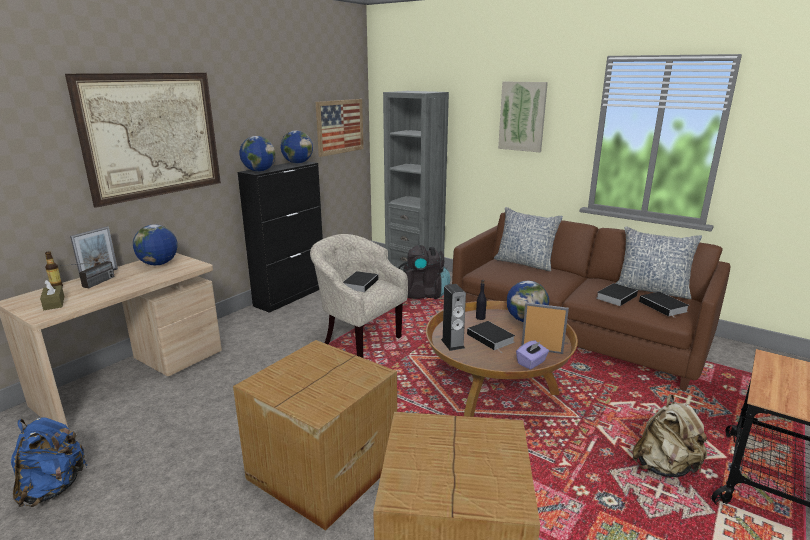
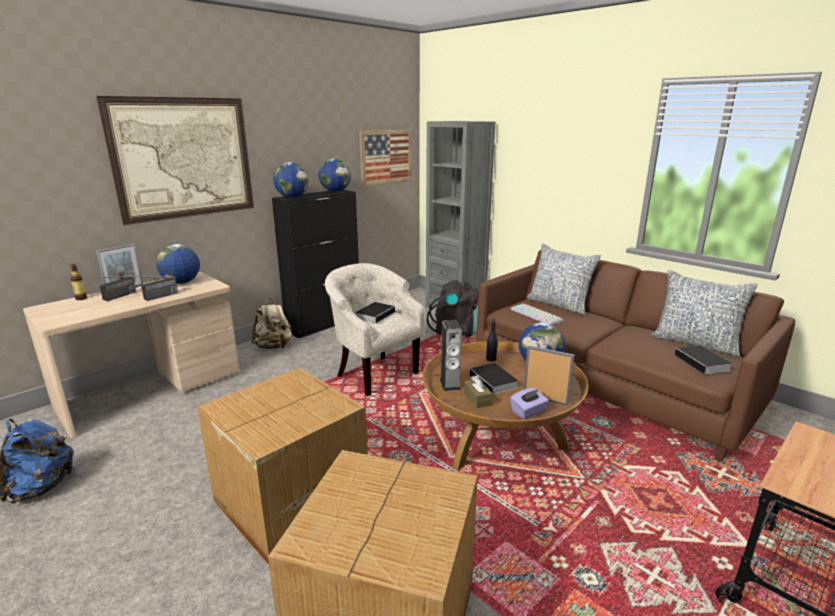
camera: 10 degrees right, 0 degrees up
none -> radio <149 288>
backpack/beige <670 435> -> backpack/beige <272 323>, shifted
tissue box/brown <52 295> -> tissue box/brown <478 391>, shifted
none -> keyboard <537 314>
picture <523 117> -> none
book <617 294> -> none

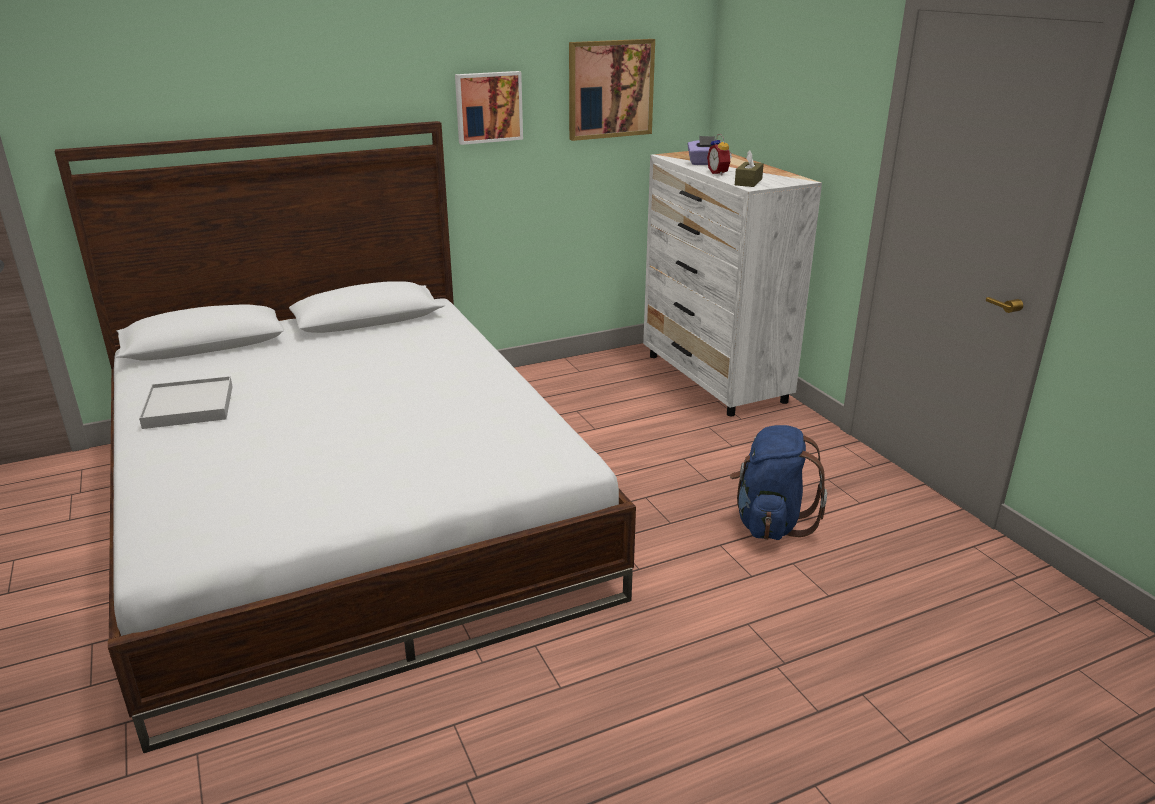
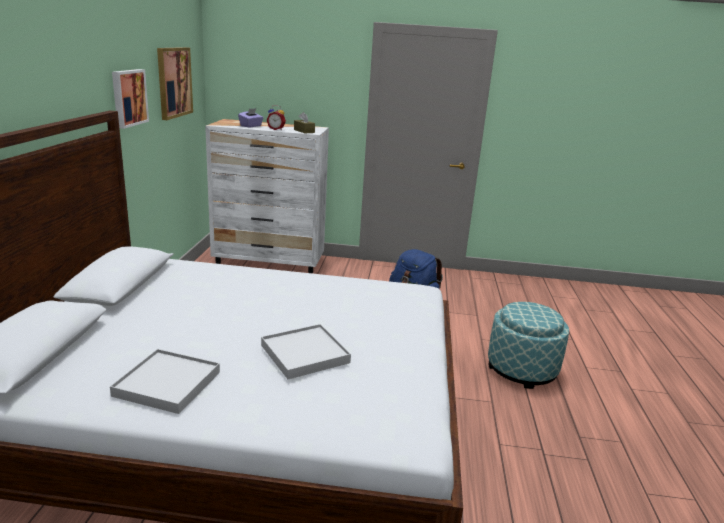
camera: 60 degrees left, 5 degrees down
none -> tray/white <306 351>
none -> ottoman <528 345>

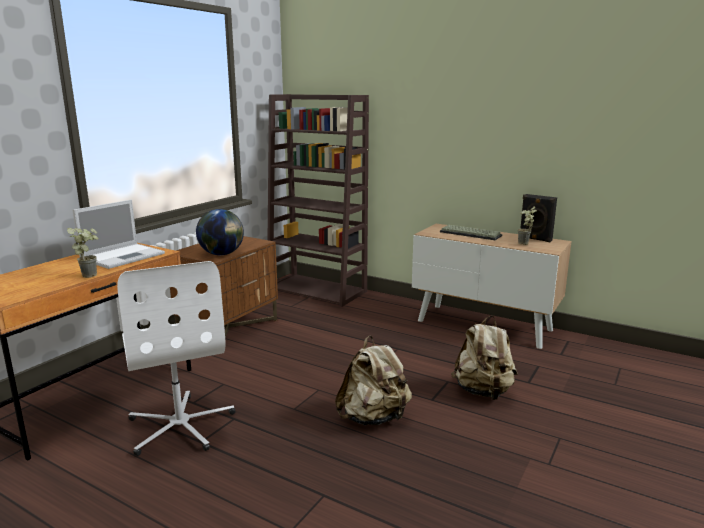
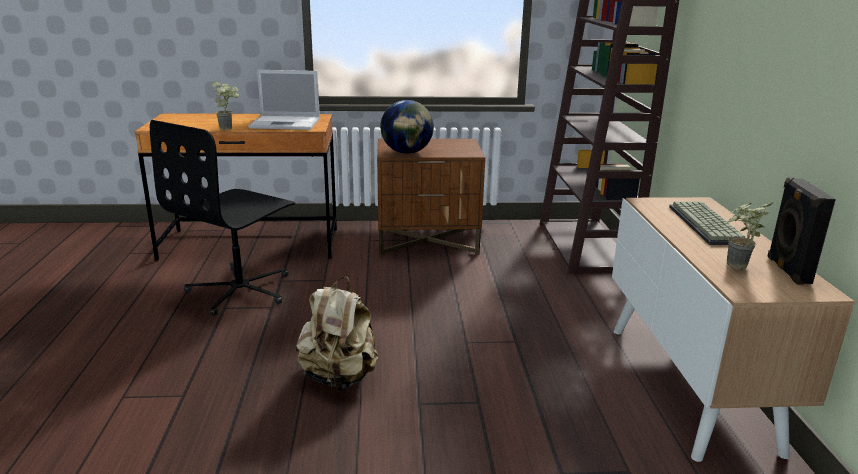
camera: 55 degrees right, 5 degrees up
office chair/white <176 358> -> office chair/black <222 218>
backpack/beige <484 358> -> none

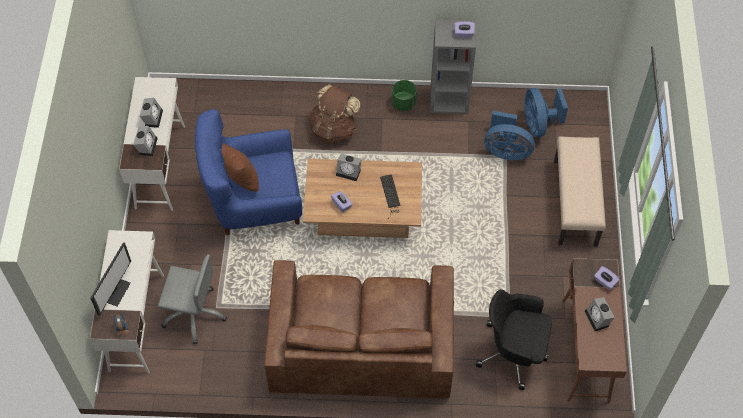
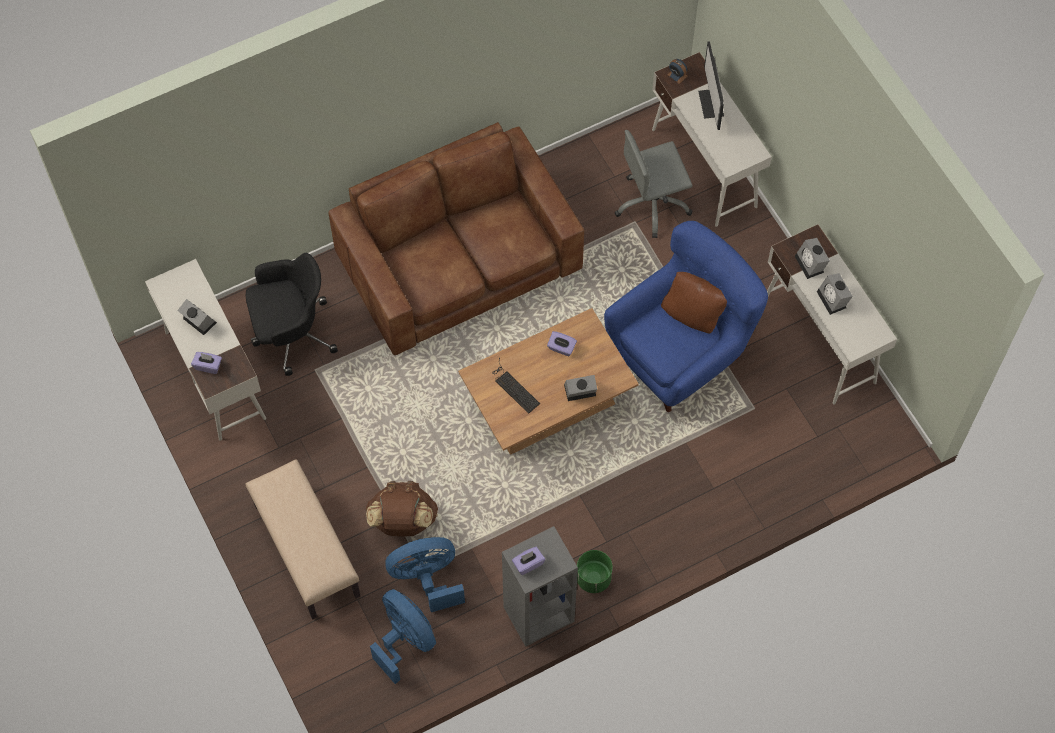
camera: 150 degrees right, 5 degrees up
desk/brown <594 330> -> desk/white <205 350>
backpack/brown <334 114> -> backpack/brown <402 509>, shifted

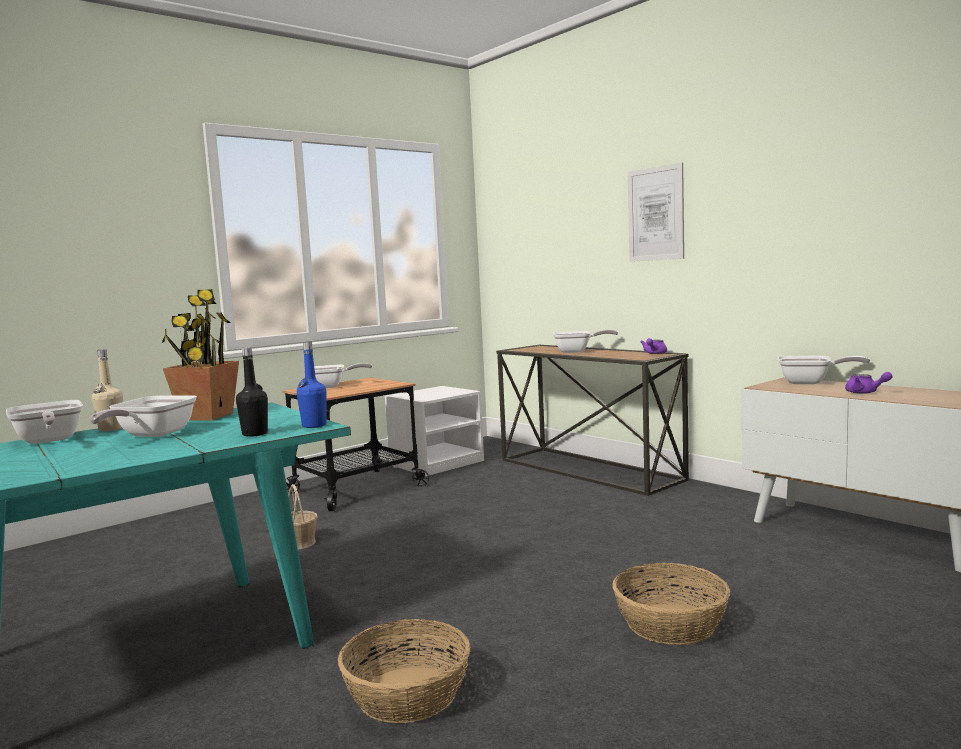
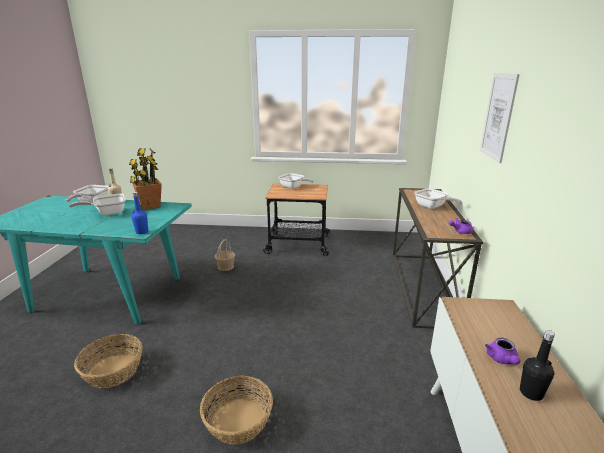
camera: 45 degrees right, 15 degrees up
bottle/black <252 392> -> bottle/black <537 365>, shifted
nightstand/white <434 431> -> none
frying pan <824 370> -> none

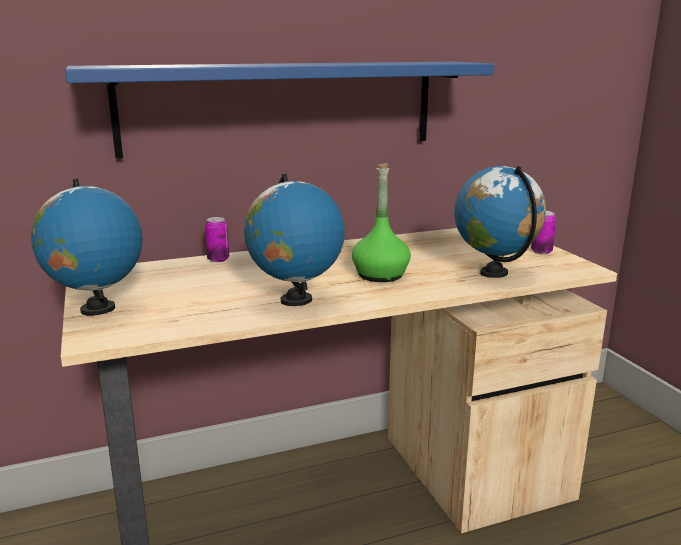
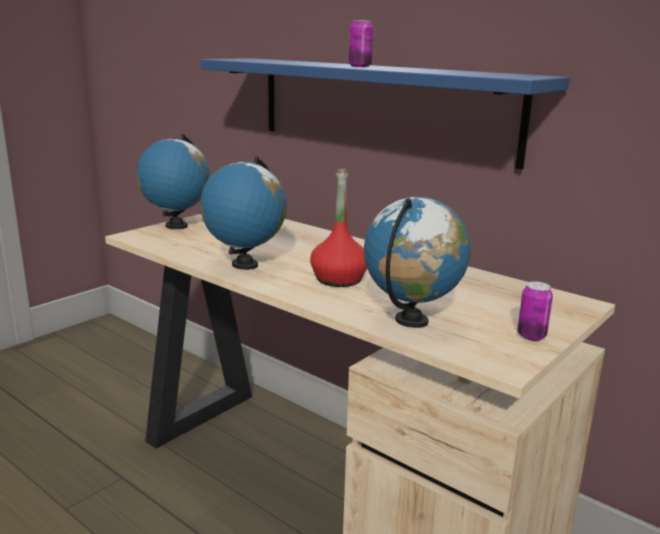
camera: 60 degrees right, 0 degrees up
bottle/green <381 222> -> bottle/red <338 228>
can <217 239> -> can <361 43>, shifted

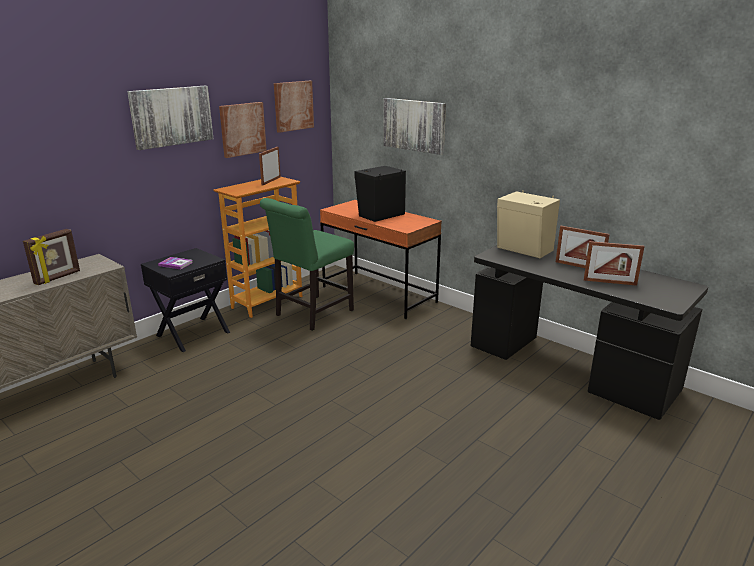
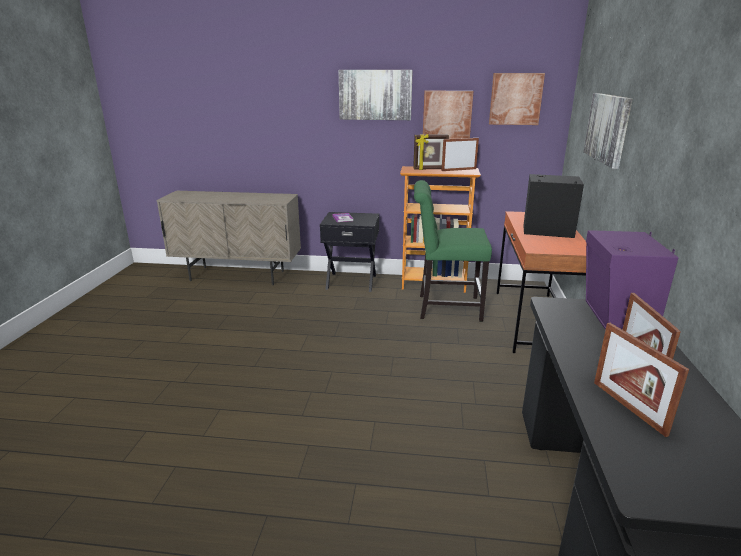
camera: 55 degrees right, 0 degrees up
picture frame <51 257> -> picture frame <431 152>, shifted
speaker/beige <528 224> -> speaker/purple <632 280>

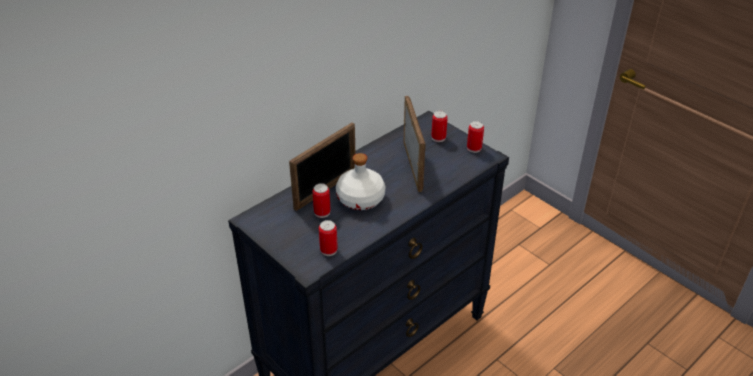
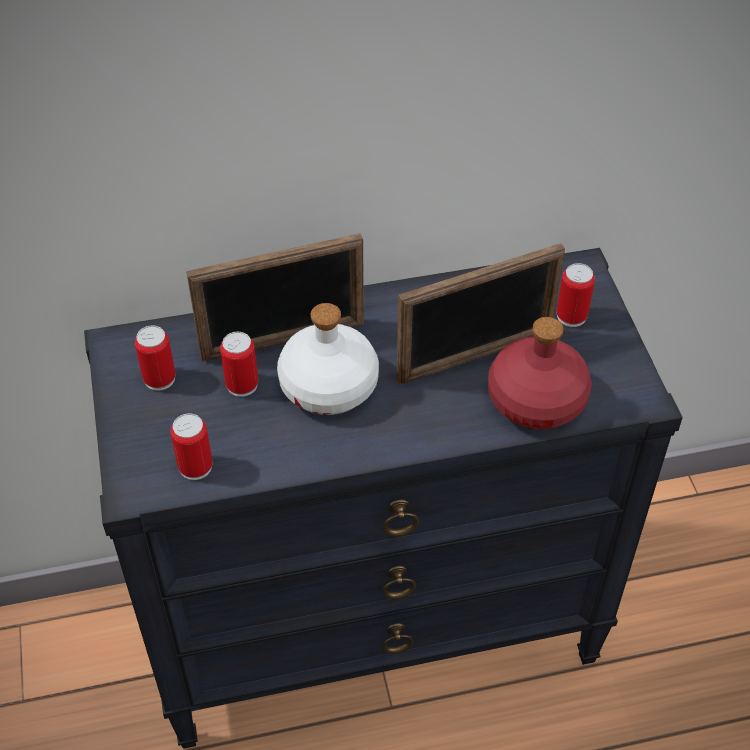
camera: 30 degrees right, 10 degrees up
can <475 137> -> can <155 358>, shifted
picture frame <414 144> -> picture frame <481 314>, 45 degrees clockwise
none -> bottle/red <539 373>

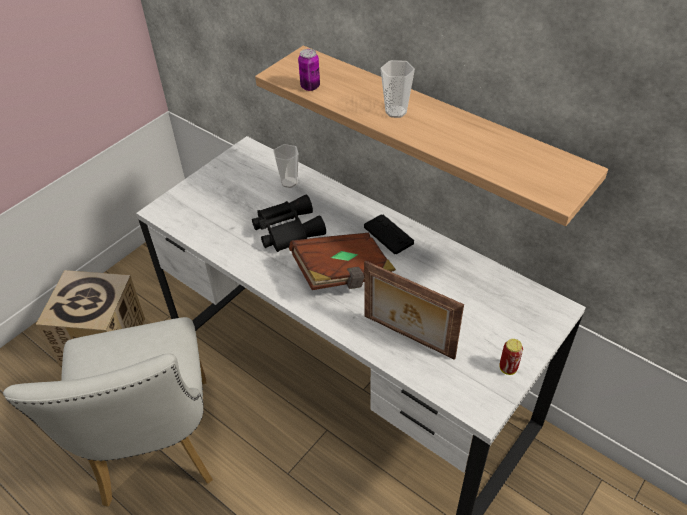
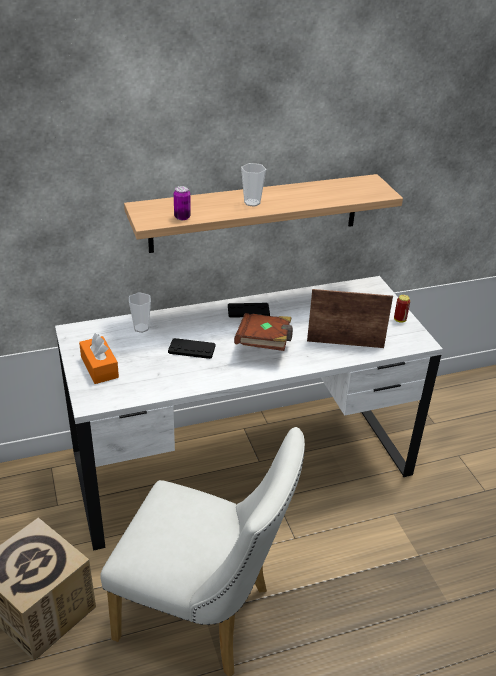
camera: 60 degrees left, 10 degrees down
none -> tissue box/orange <99 358>
binoculars/black <289 223> -> game controller/black <191 348>
picture frame <414 310> -> picture frame <350 318>, 150 degrees counterclockwise

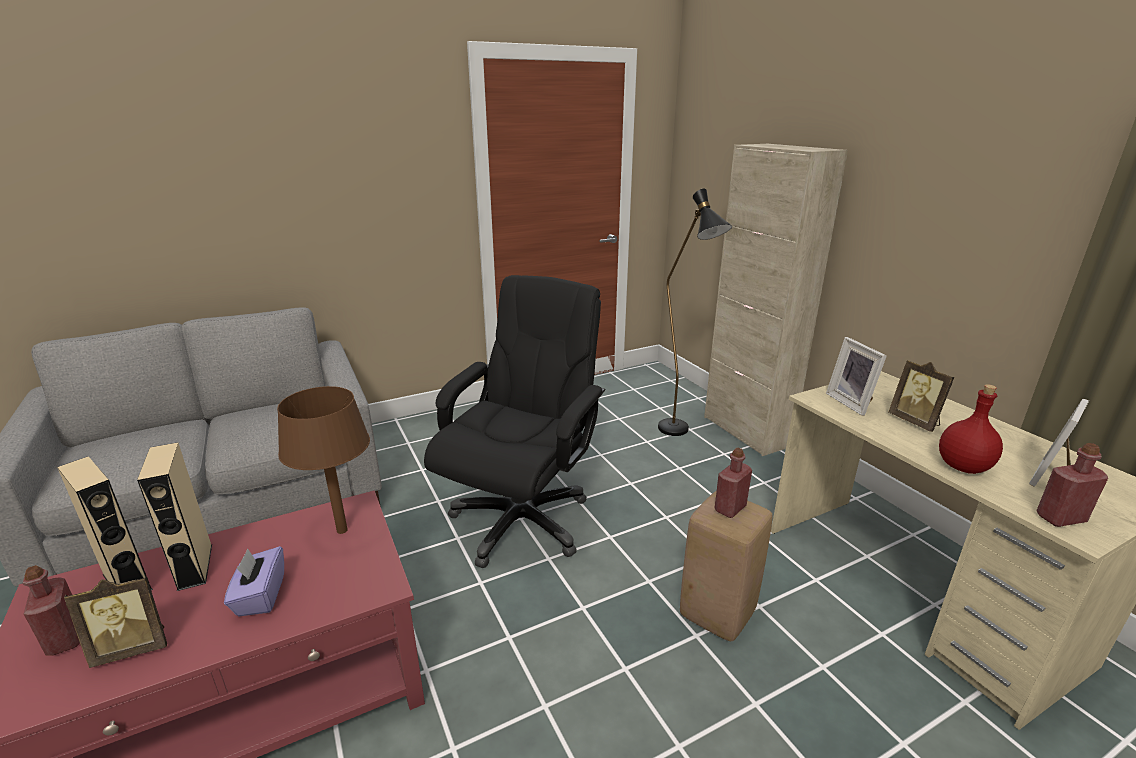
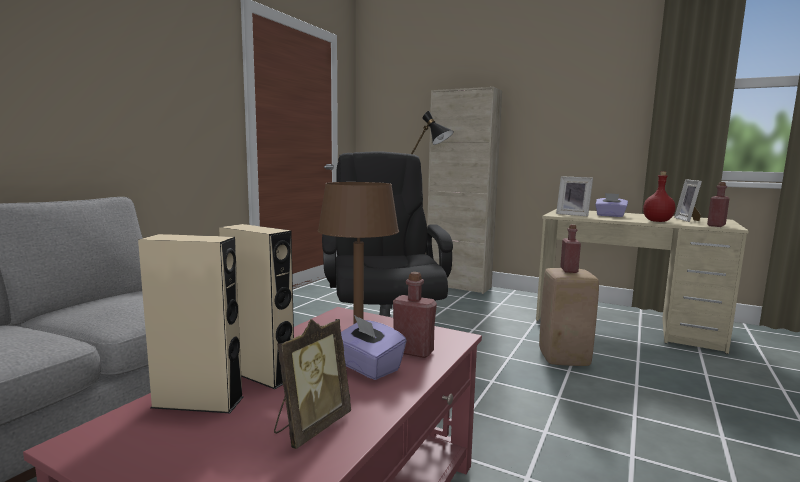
camera: 35 degrees left, 15 degrees down
bottle/red <51 610> -> bottle/red <415 315>, shifted
picture frame <921 396> -> tissue box/purple <611 205>

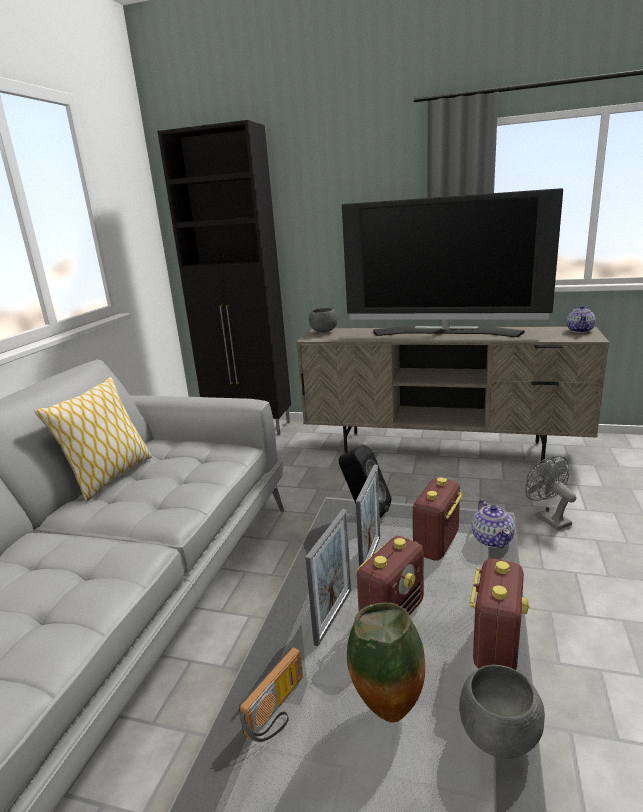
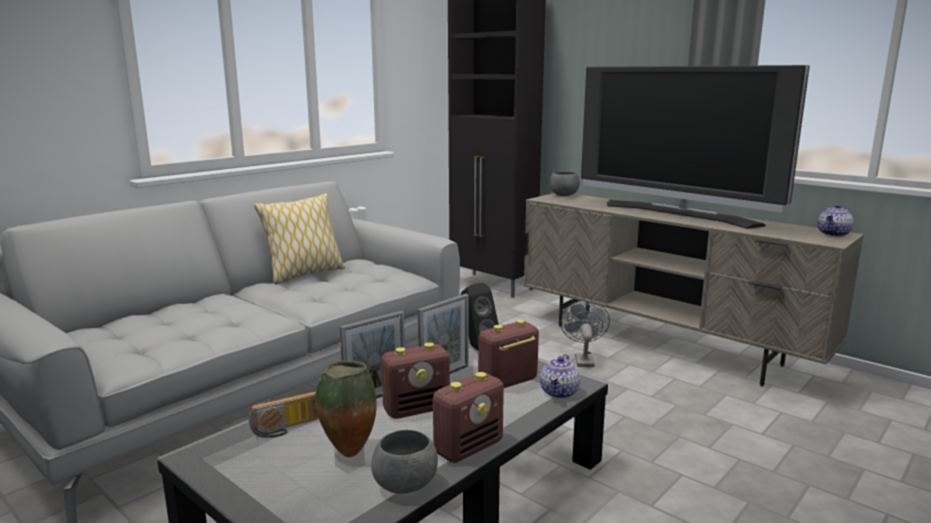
camera: 25 degrees right, 5 degrees down
fan/grey <551 493> -> fan/grey <585 333>, shifted

